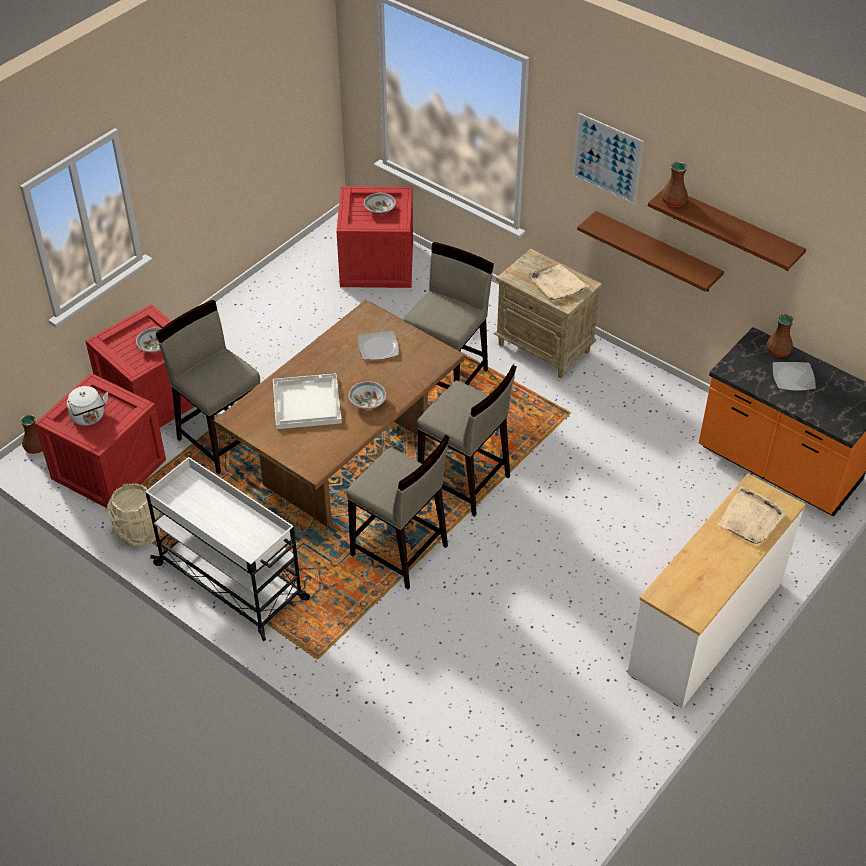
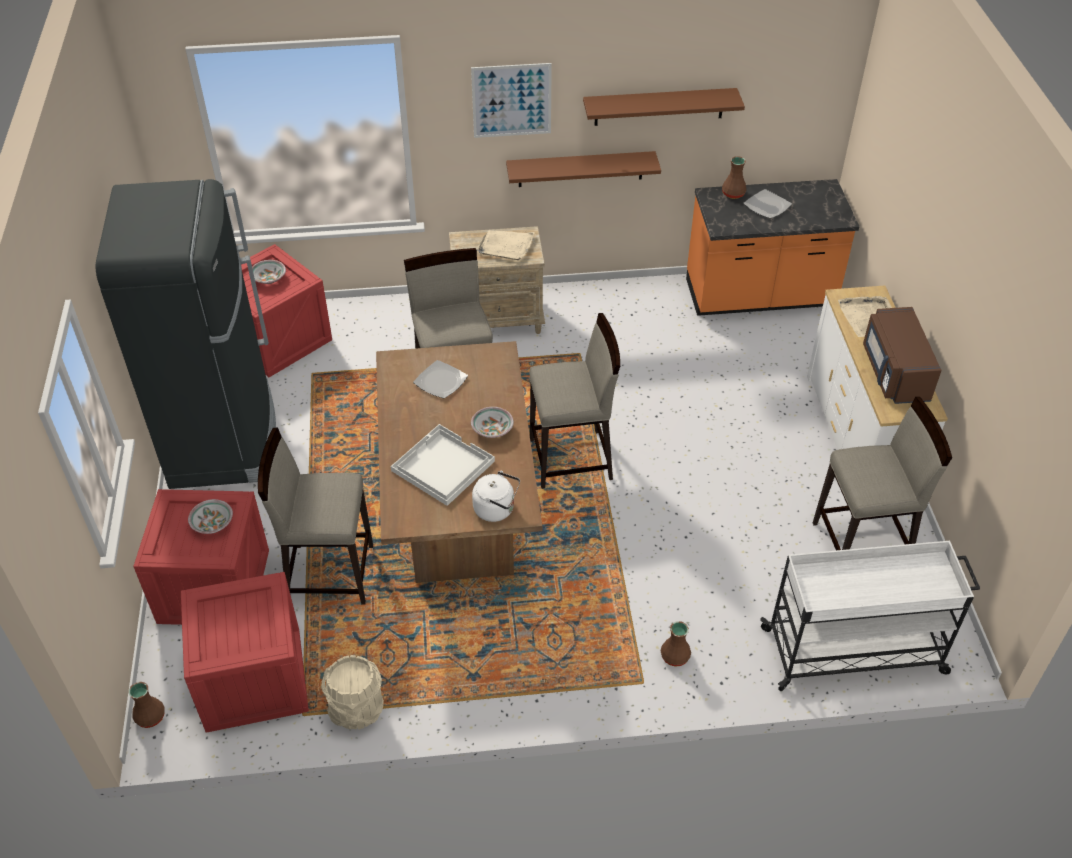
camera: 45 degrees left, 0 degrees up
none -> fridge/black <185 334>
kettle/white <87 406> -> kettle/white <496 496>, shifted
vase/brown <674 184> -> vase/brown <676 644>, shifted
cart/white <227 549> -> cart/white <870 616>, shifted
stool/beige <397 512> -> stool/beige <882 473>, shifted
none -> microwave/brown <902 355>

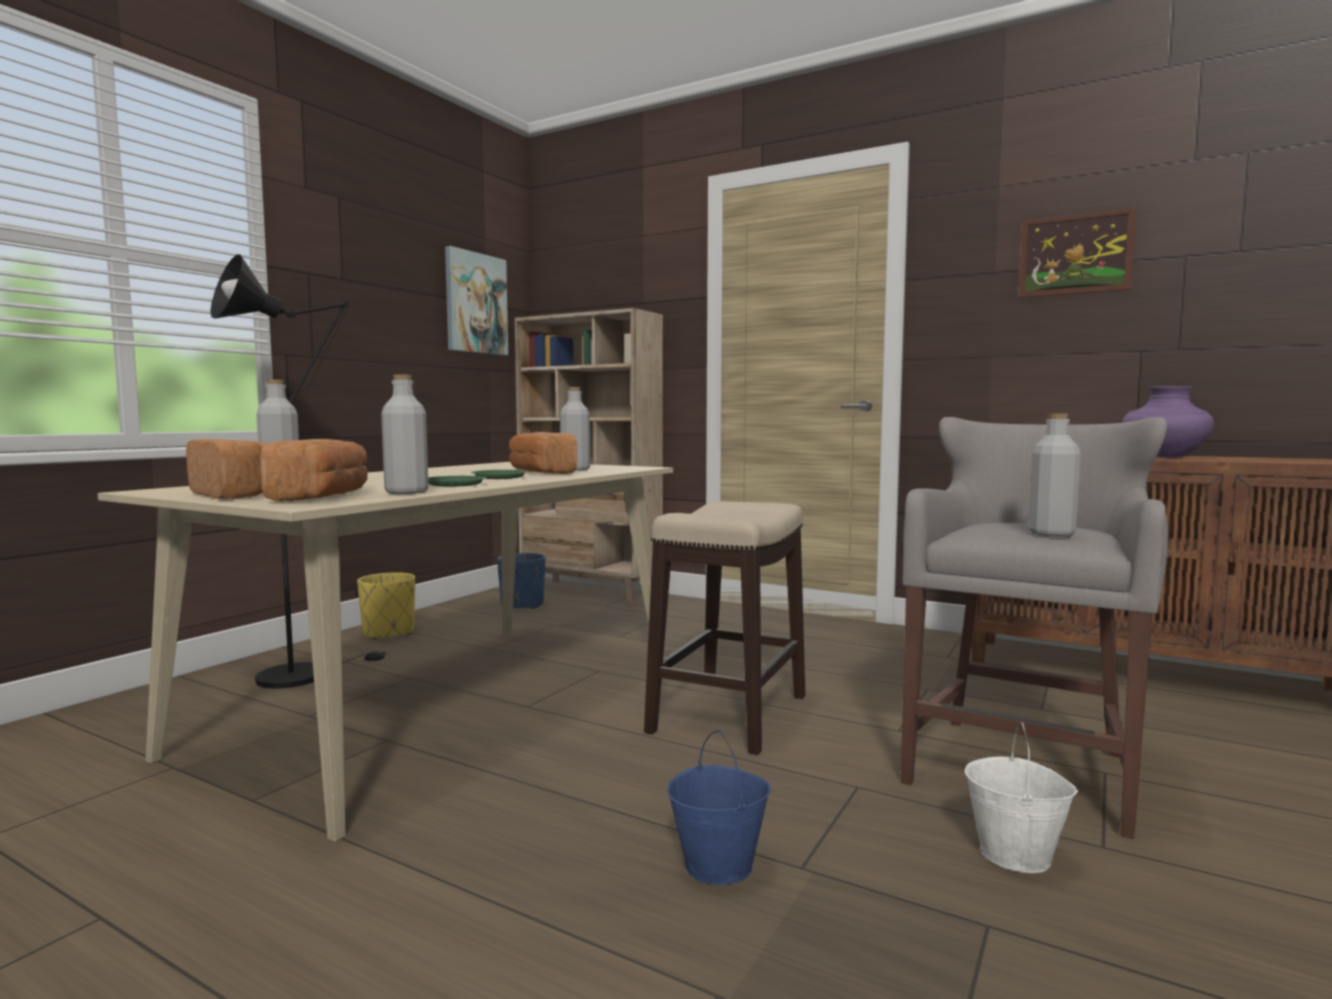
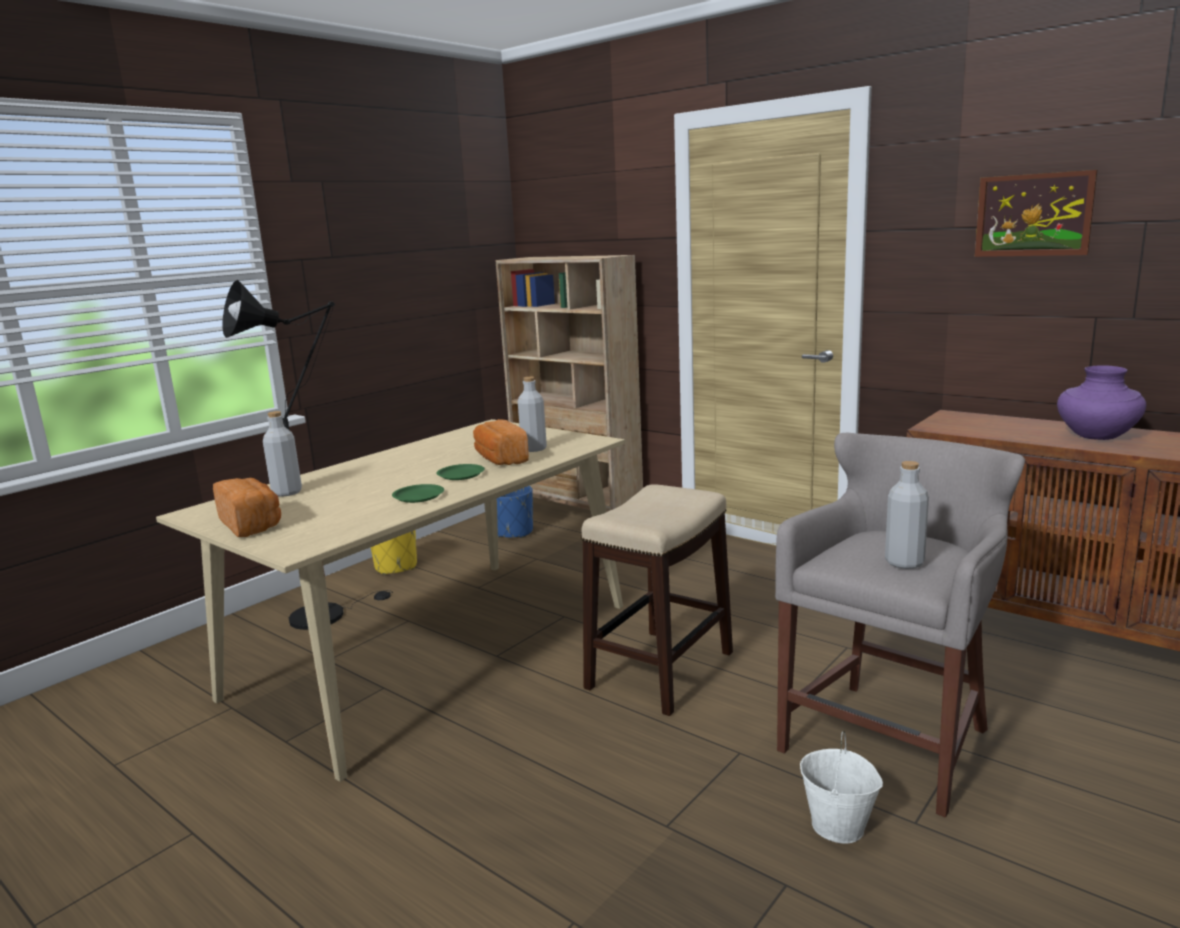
camera: 10 degrees right, 10 degrees up
bread <313 470> -> none
bottle/grey <404 434> -> none
picture <476 301> -> none
bucket/blue <719 807> -> none

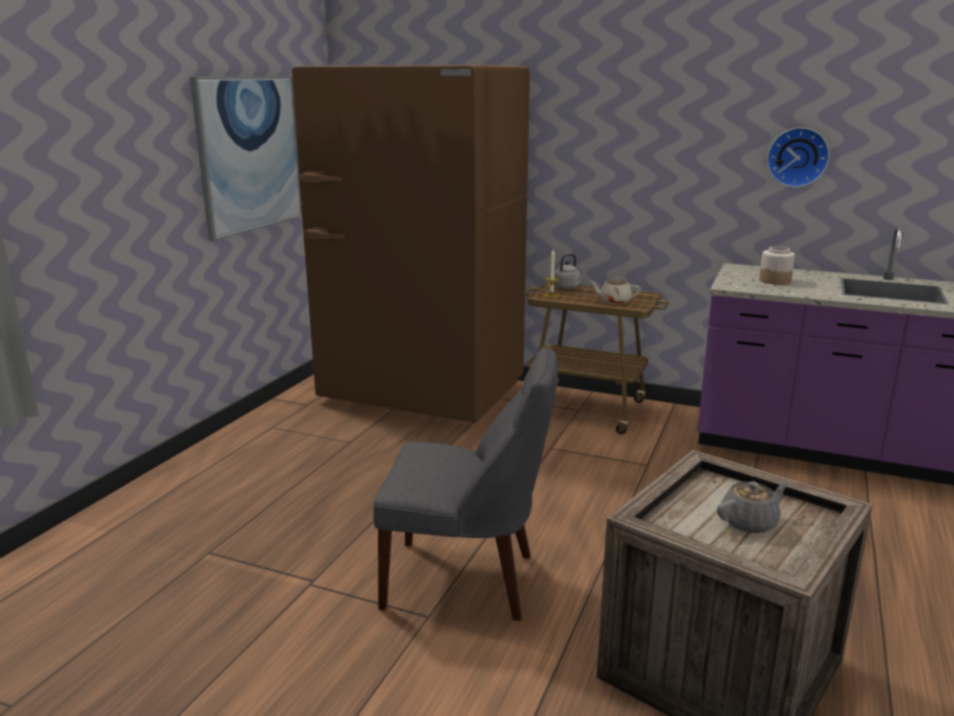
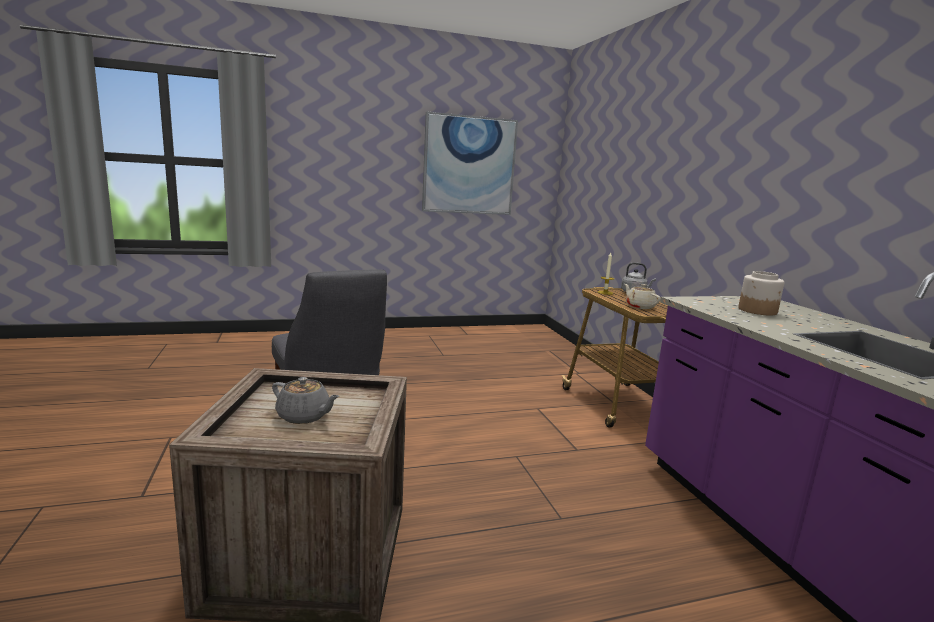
camera: 50 degrees right, 5 degrees down
fridge/brown <411 244> -> none
wall clock <798 157> -> none

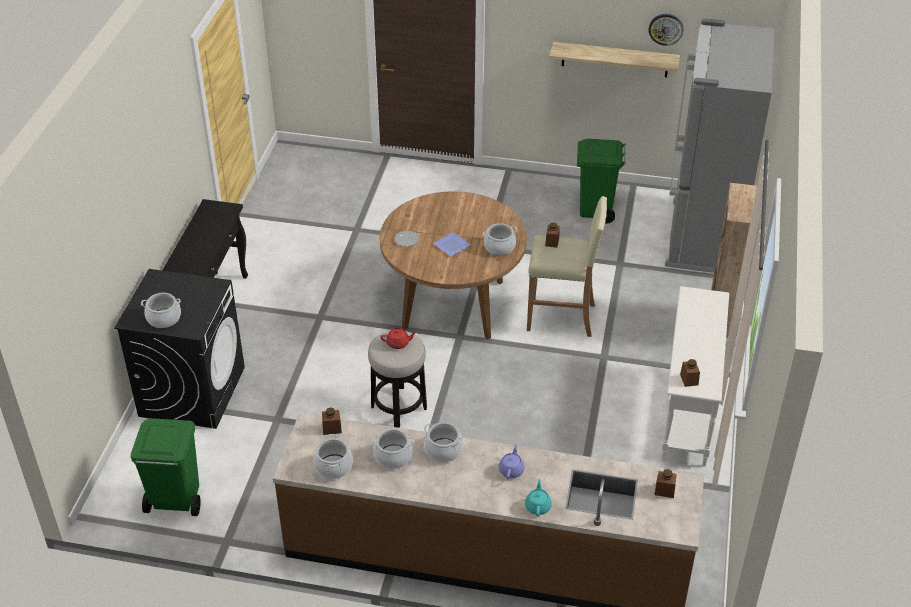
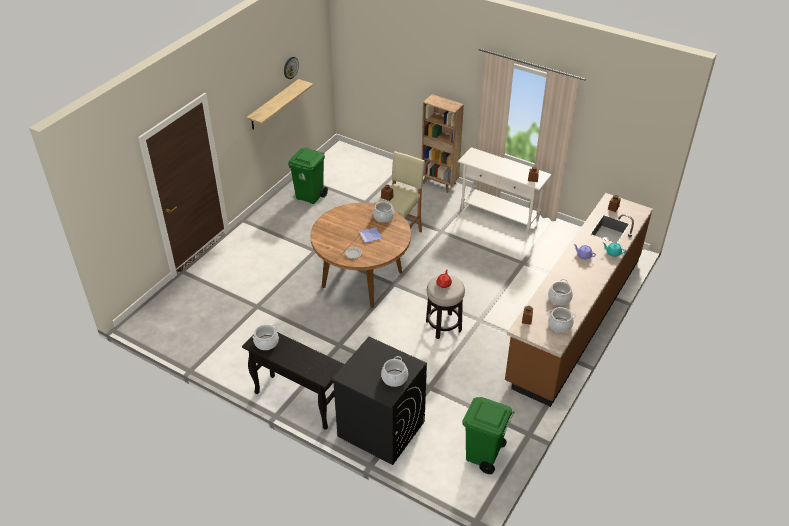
camera: 70 degrees left, 0 degrees up
cooking pot <443 442> -> cooking pot <266 337>, shifted
fridge/grey <720 145> -> none

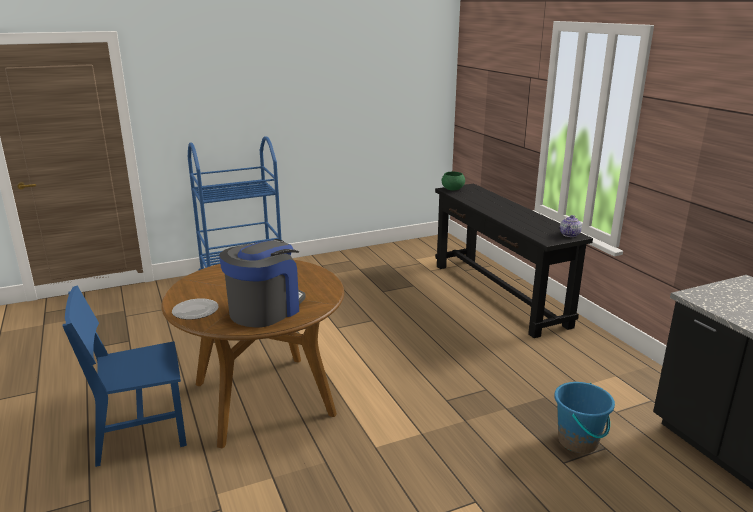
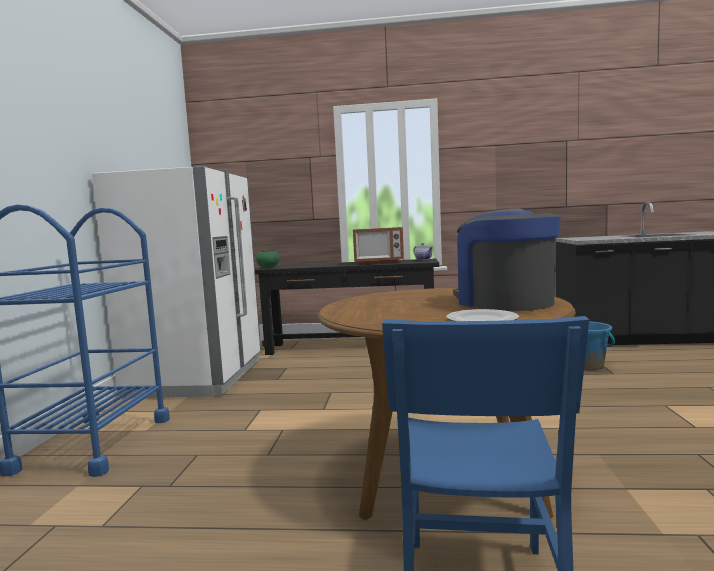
camera: 60 degrees left, 15 degrees down
none -> fridge/white <176 282>
none -> microwave <378 246>

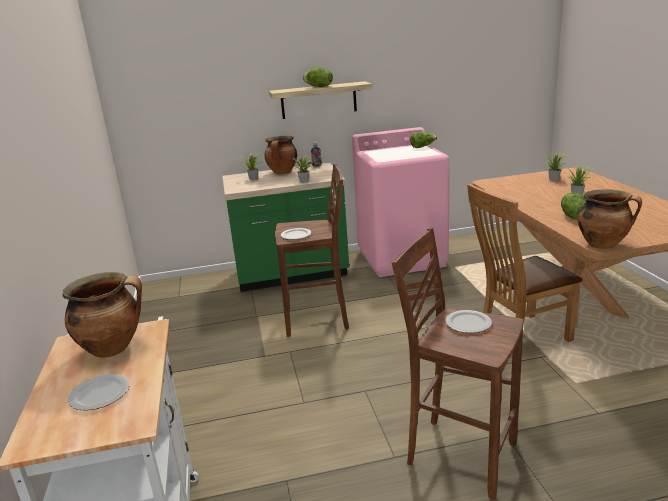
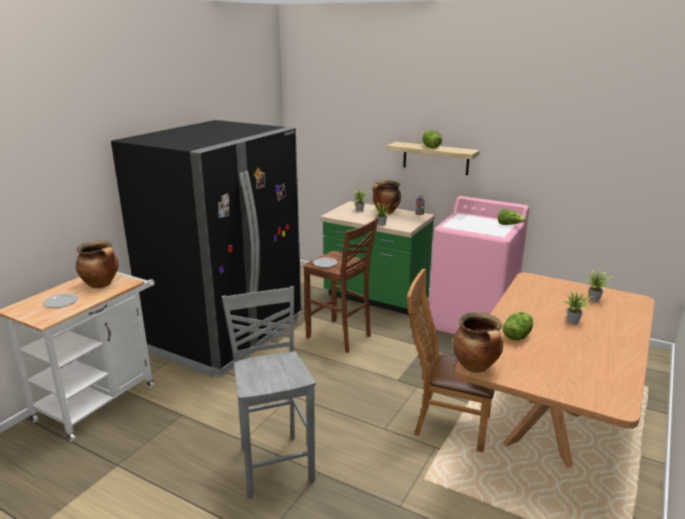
camera: 40 degrees right, 0 degrees up
none -> fridge/black <206 249>
stool/brown <458 364> -> stool/grey <269 392>
plate <468 321> -> none

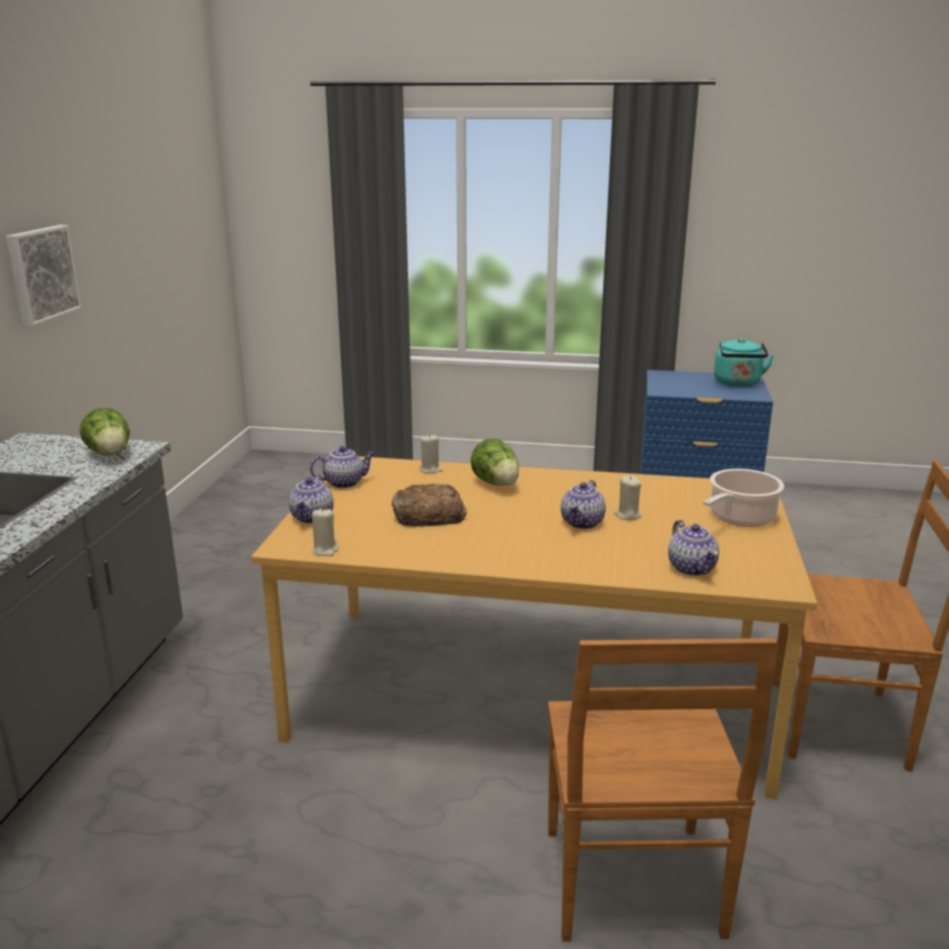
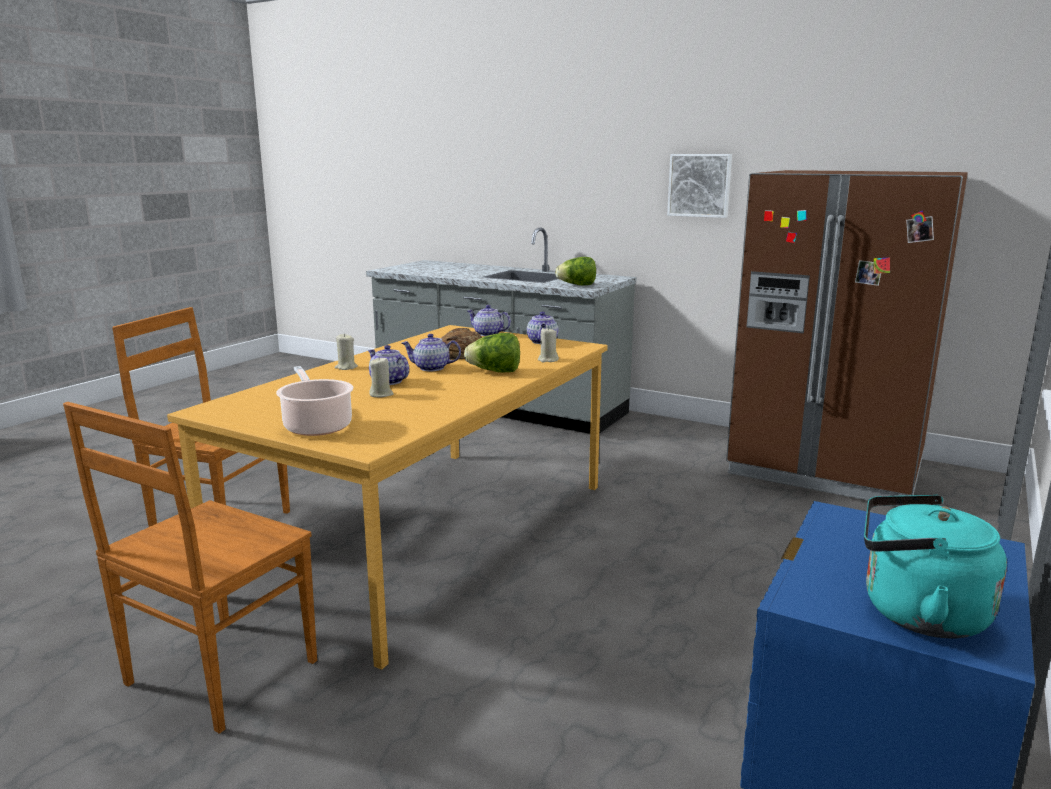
camera: 110 degrees right, 5 degrees down
candle/beige <325 532> -> candle/beige <346 351>, shifted
teapot <693 548> -> teapot <431 352>, shifted
none -> fridge/brown <847 335>

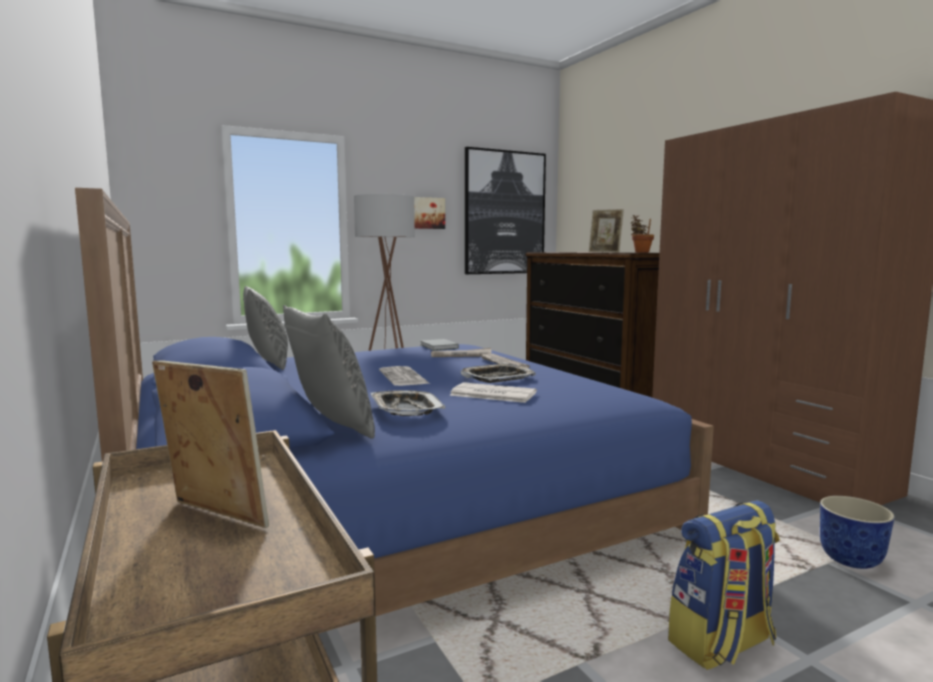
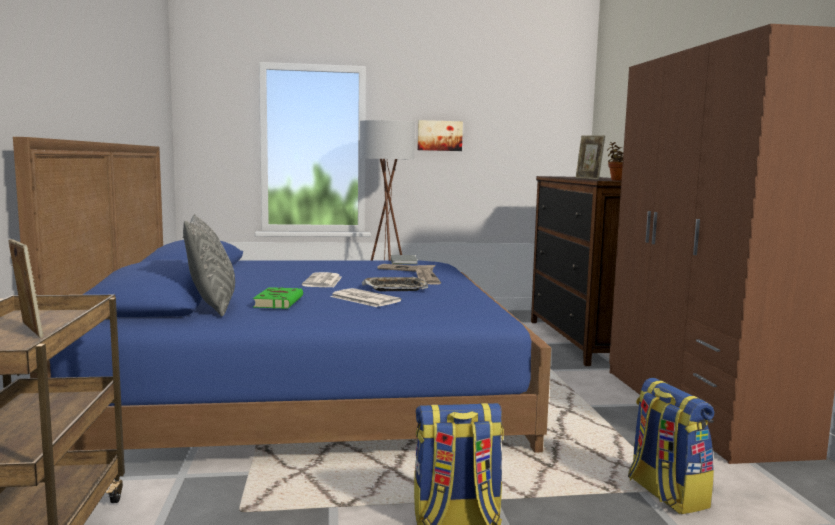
camera: 20 degrees right, 0 degrees up
tray <408 403> -> book/green <278 298>
planter <857 532> -> backpack <671 446>
pillow/grey <265 328> -> none
picture <505 210> -> none

